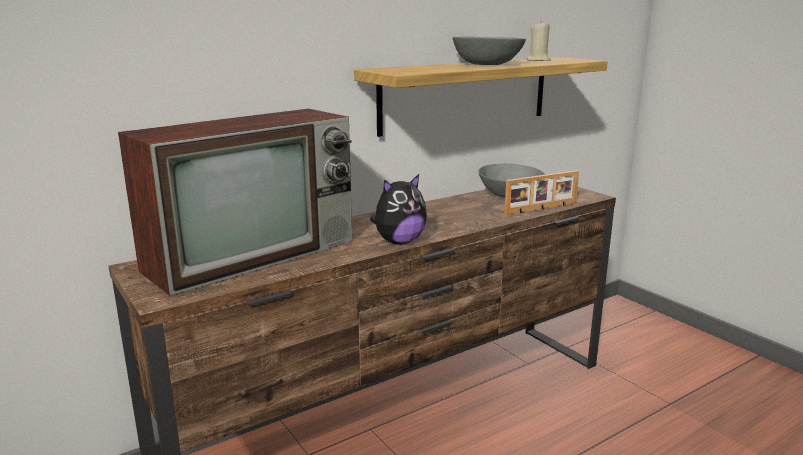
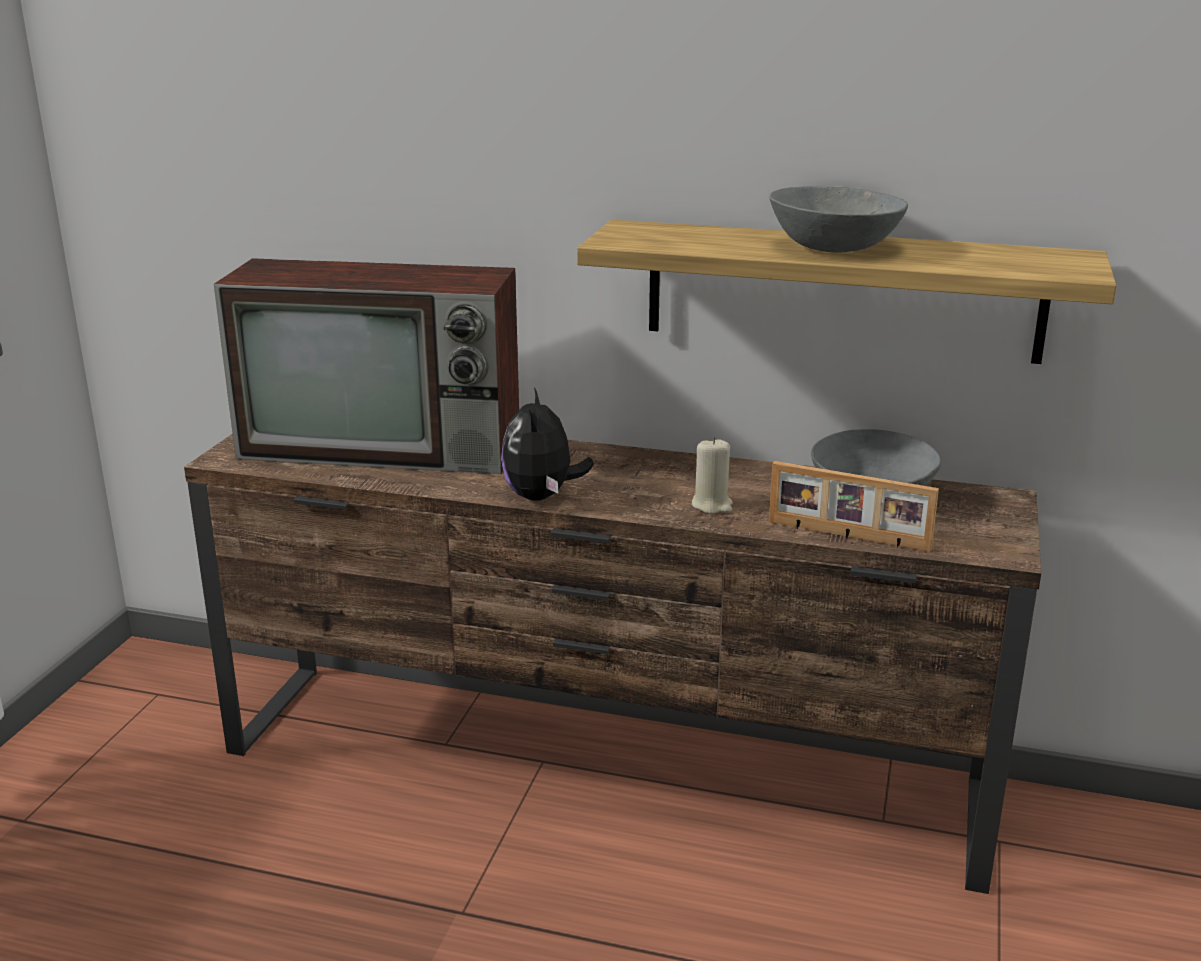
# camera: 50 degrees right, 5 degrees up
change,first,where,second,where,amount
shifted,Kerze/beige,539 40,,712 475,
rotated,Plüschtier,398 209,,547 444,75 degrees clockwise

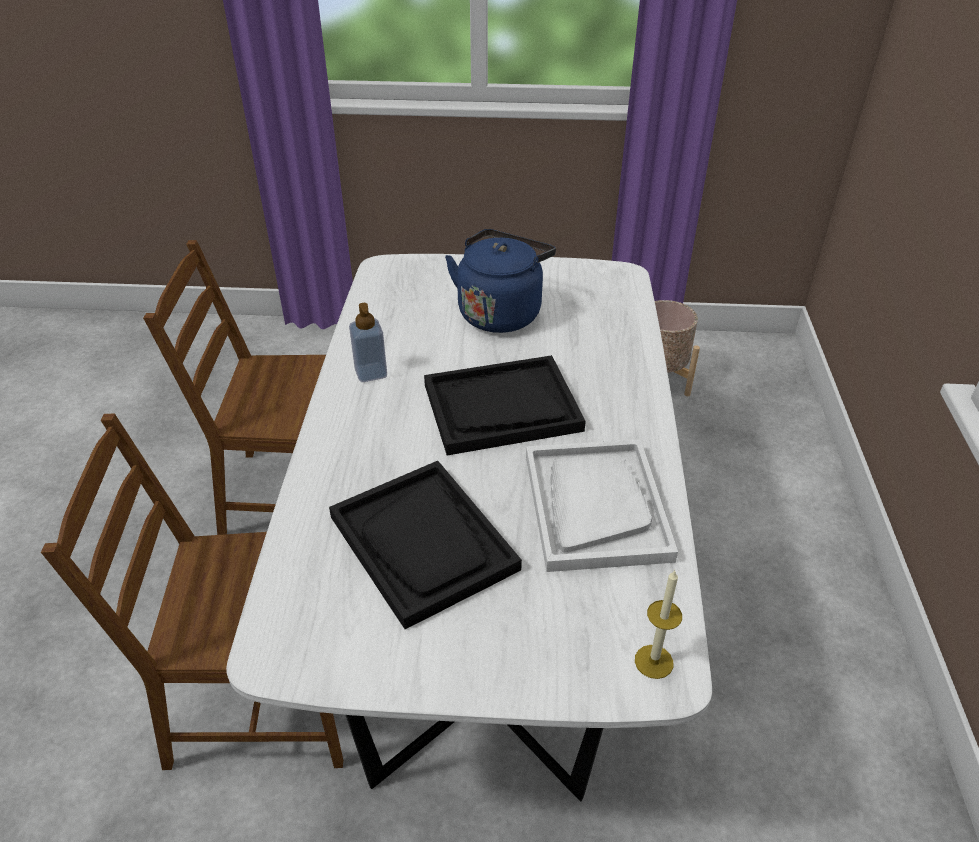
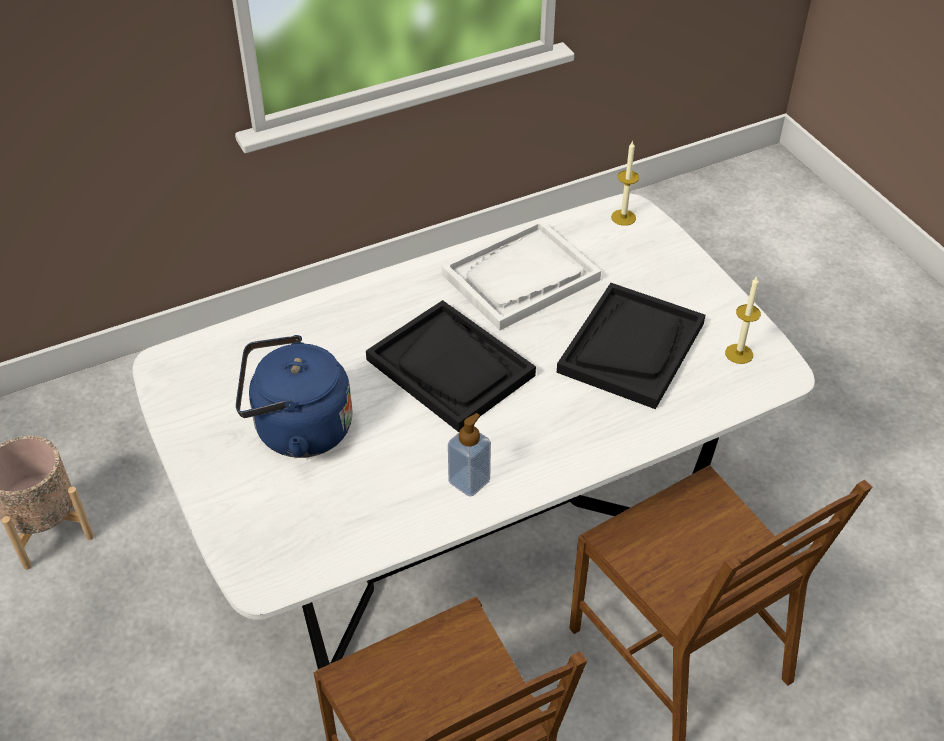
# camera: 120 degrees left, 5 degrees up
change,first,where,second,where,amount
new,,,Kerze,743 320,

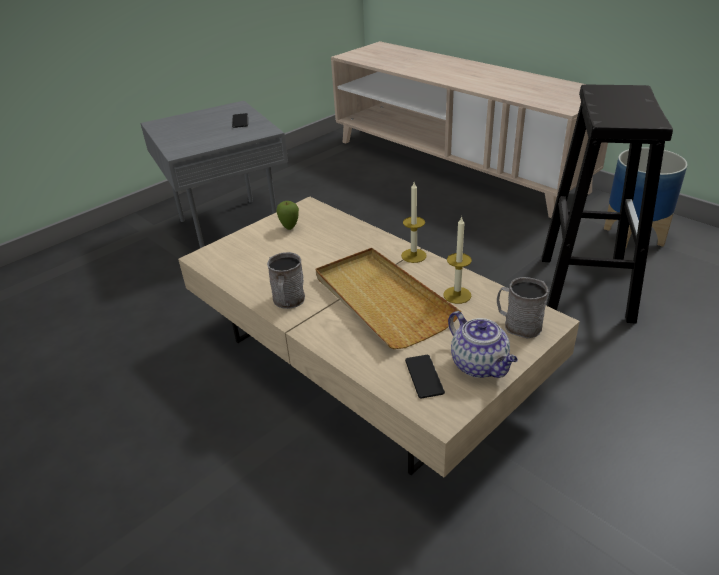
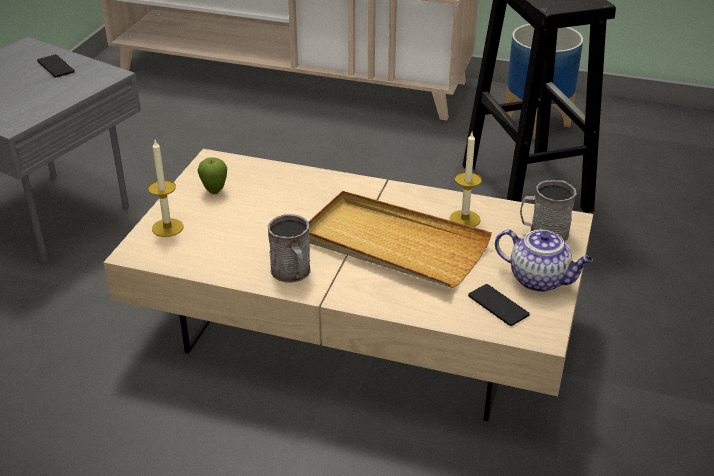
# camera: 30 degrees left, 0 degrees up
change,first,where,second,where,amount
shifted,Kerze,414 222,,166 188,

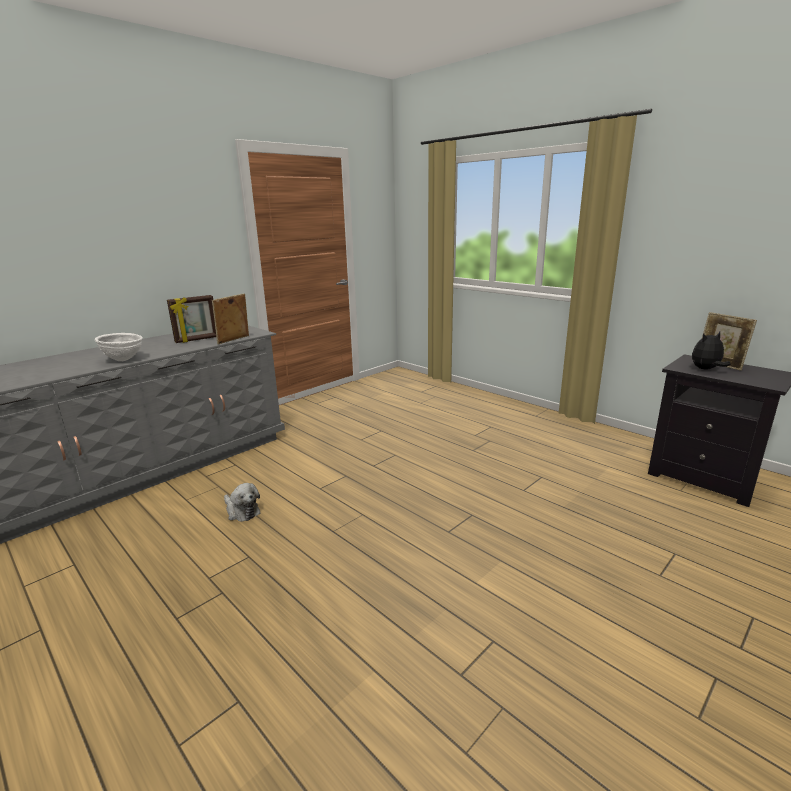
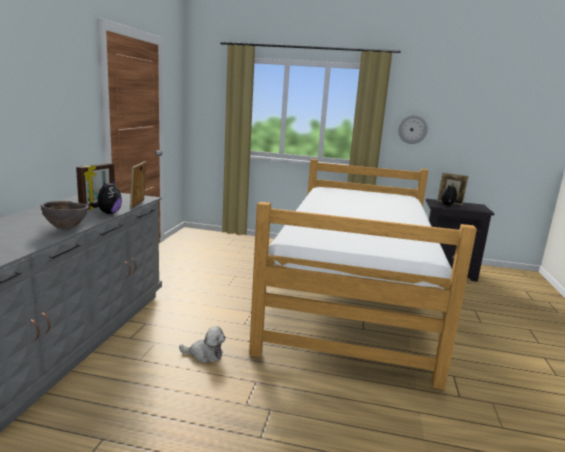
# camera: 35 degrees left, 5 degrees down
change,first,where,second,where,amount
new,,,Plüschtier,106 197,
new,,,Bett,363 274,
new,,,Wanduhr,413 129,
repainted,Schüssel/weiß,119 347,Schüssel/braun,64 215,

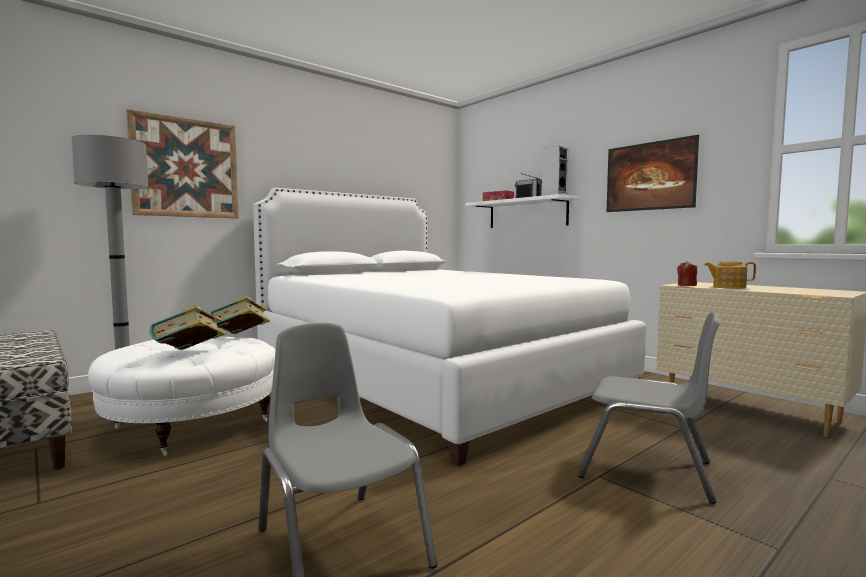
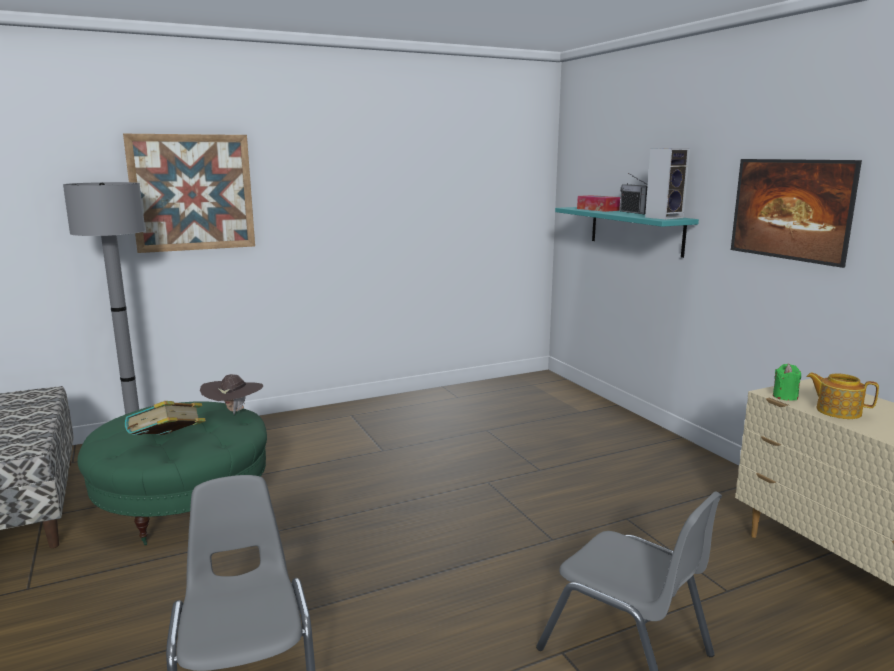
# camera: 15 degrees right, 10 degrees up
change,first,where,second,where,amount
gone,Bett/weiß,449 327,,,
swapped,Buch,240 315,Hut/braun,231 394,
repainted,Polsterhocker/weiß,182 396,Polsterhocker/grün,172 473,
repainted,Wandregal/weiß,521 211,Wandregal/türkis,627 232,
repainted,Kerze/rot,687 273,Kerze/grün,787 382,

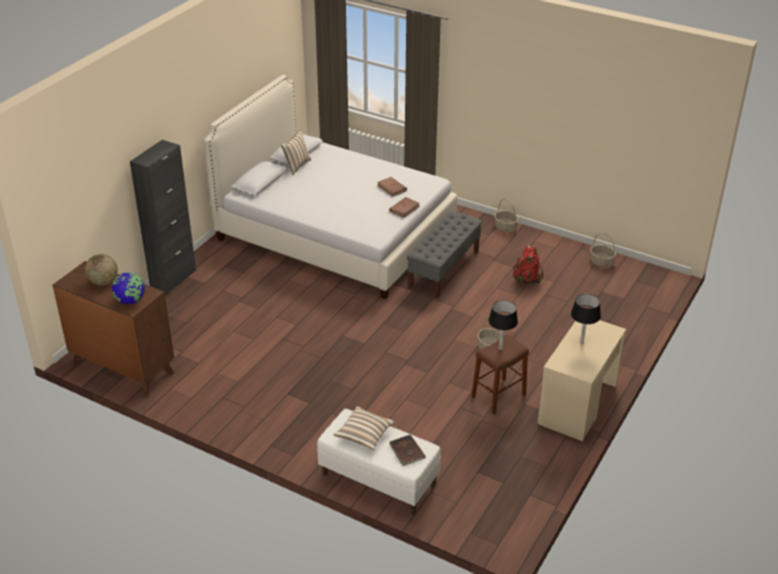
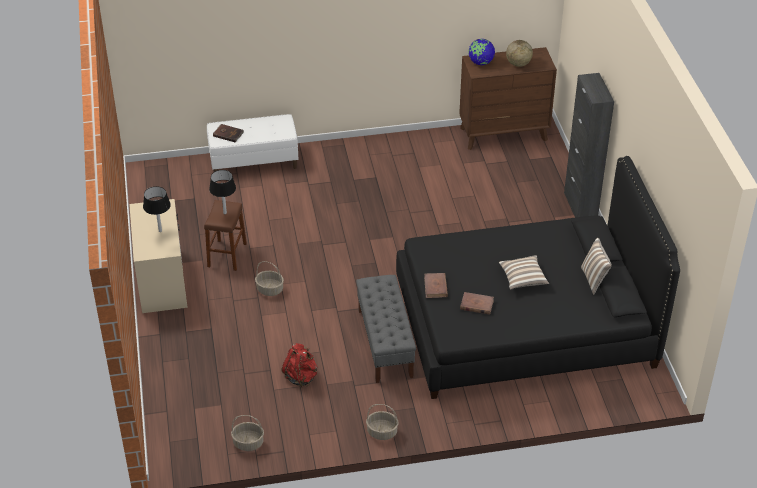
# camera: 140 degrees right, 5 degrees up
change,first,where,second,where,amount
shifted,Kissen,364 428,,524 272,
repainted,Bett/weiß,330 187,Bett/schwarz,538 277,

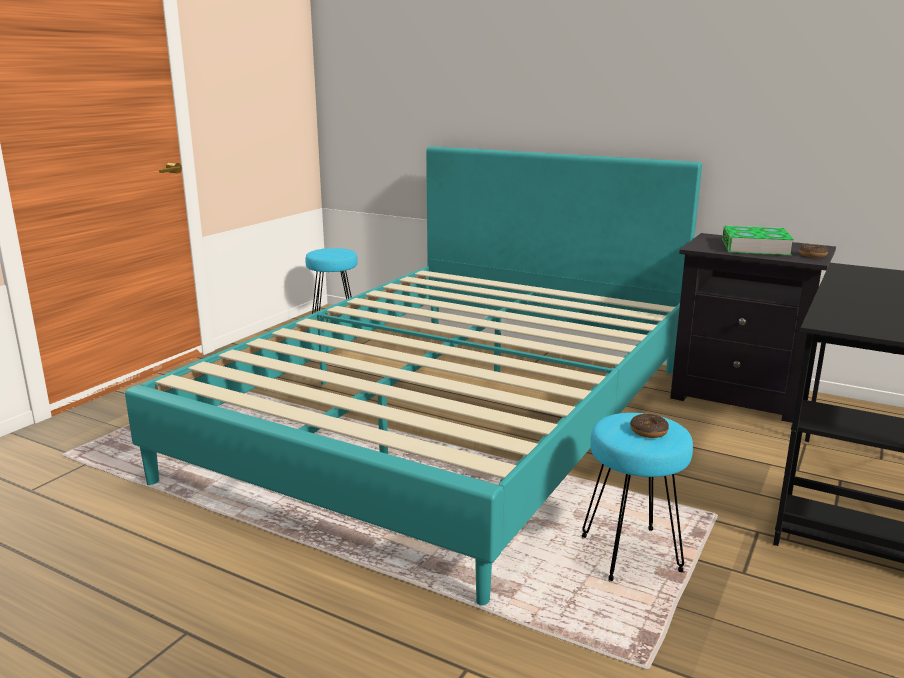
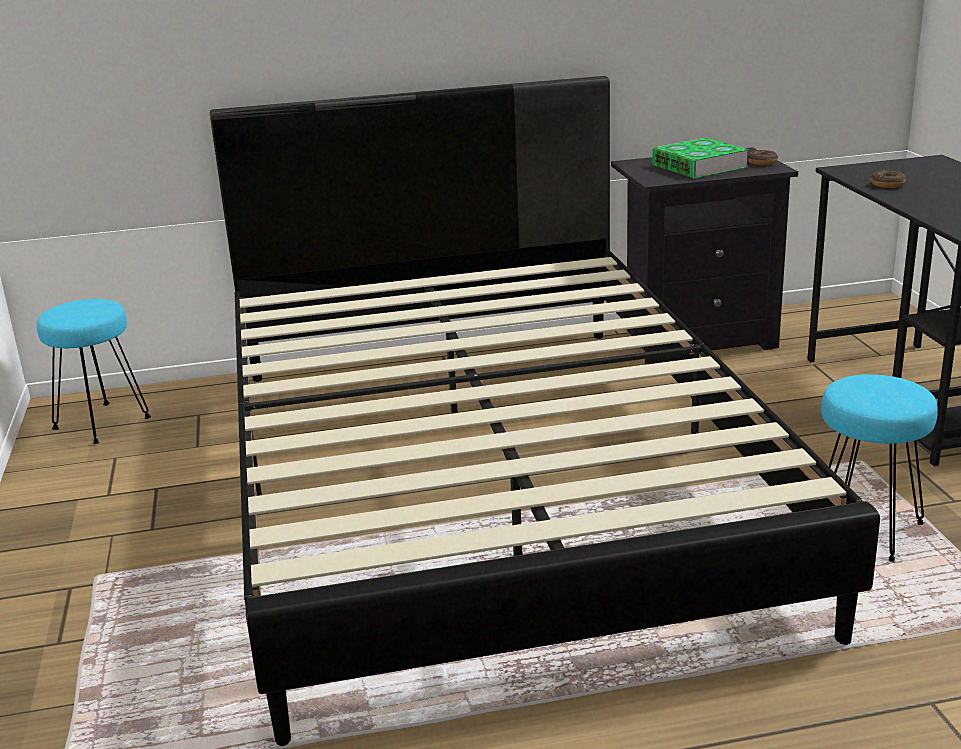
# camera: 40 degrees left, 5 degrees up
change,first,where,second,where,amount
shifted,Donut,649 426,,888 179,
repainted,Bett/türkis,413 376,Bett/schwarz,545 411,

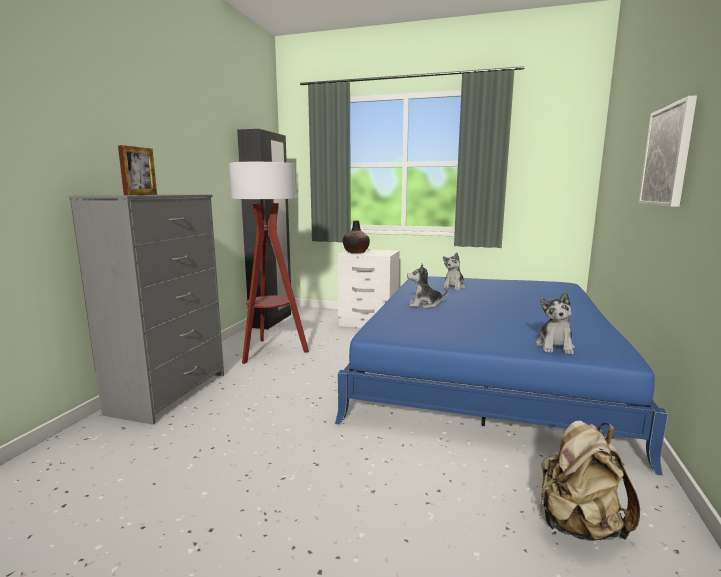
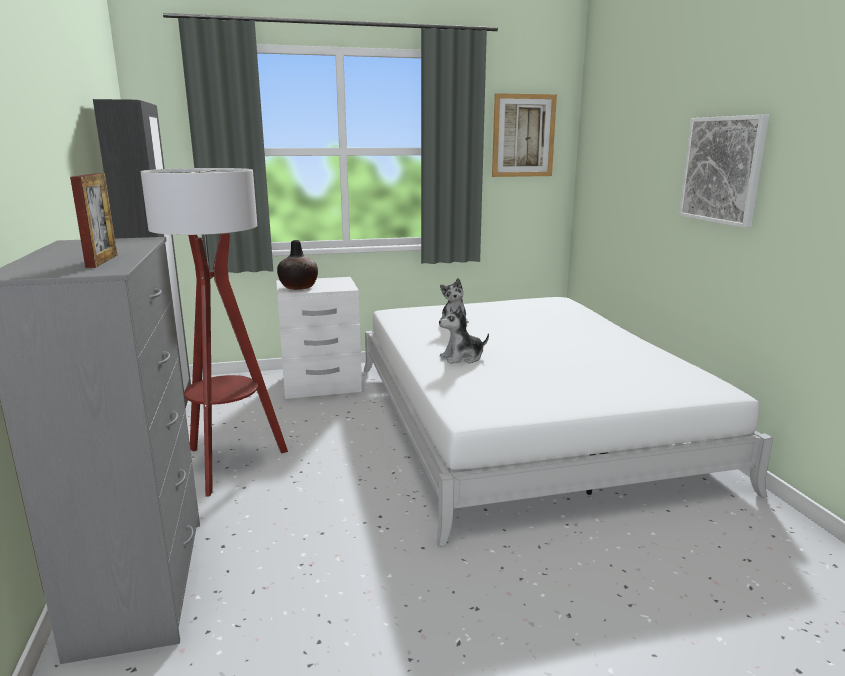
# camera: 30 degrees left, 5 degrees up
change,first,where,second,where,amount
gone,Plüschtier,555 323,,,
gone,Rucksack/beige,589 480,,,
new,,,Bild,524 135,
repainted,Bett/blau,501 376,Bett/weiß,568 422,

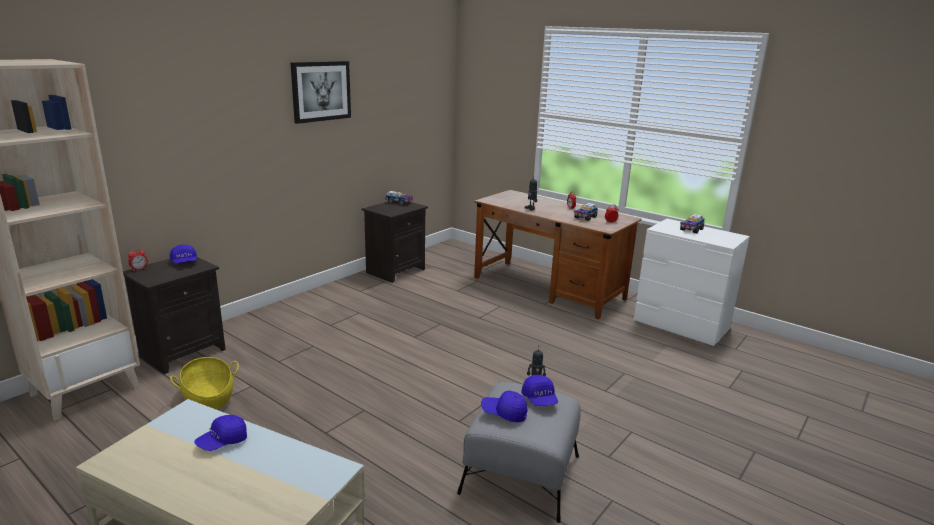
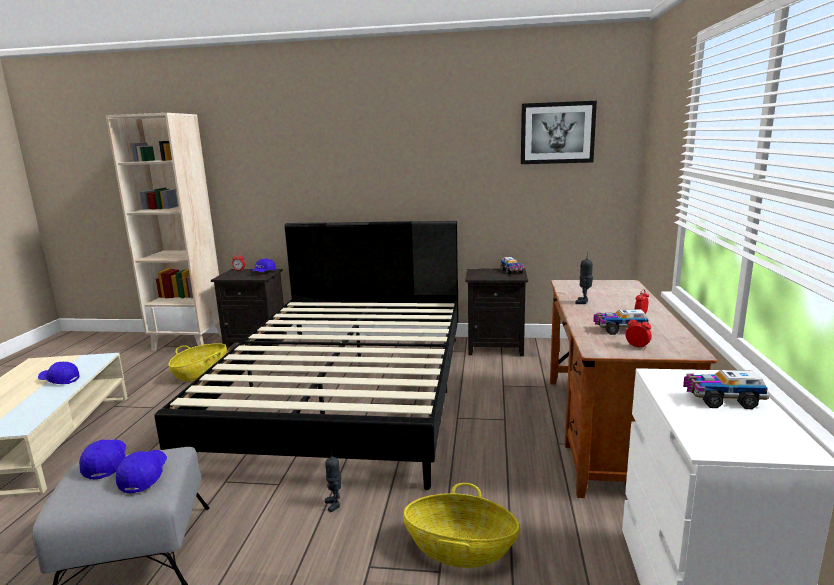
# camera: 60 degrees right, 5 degrees down
change,first,where,second,where,amount
new,,,Bett/schwarz,306 355,
new,,,Korb,461 525,
shifted,Bild,321 92,,559 132,
rotated,Kappe/blau,539 390,,141 471,135 degrees clockwise

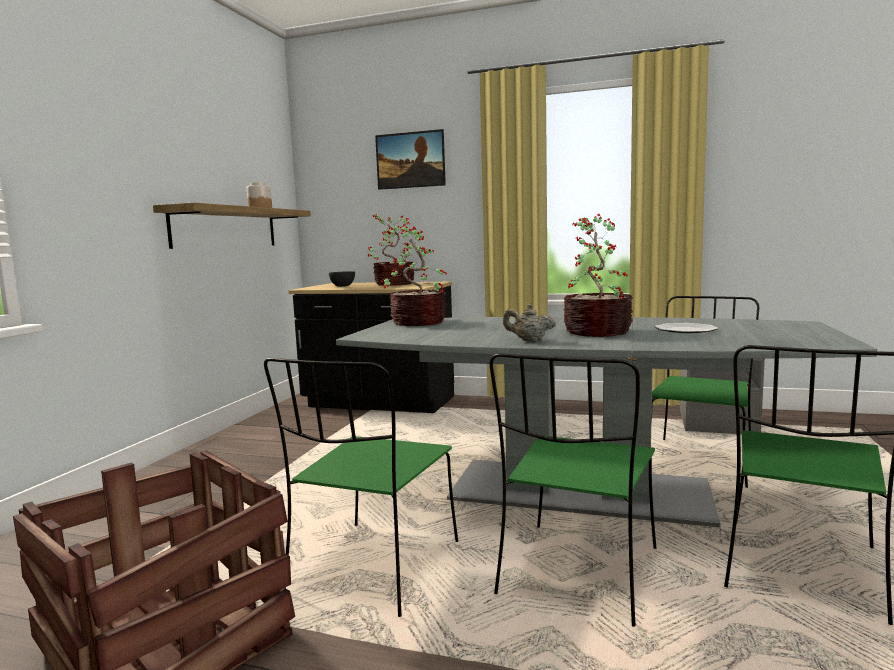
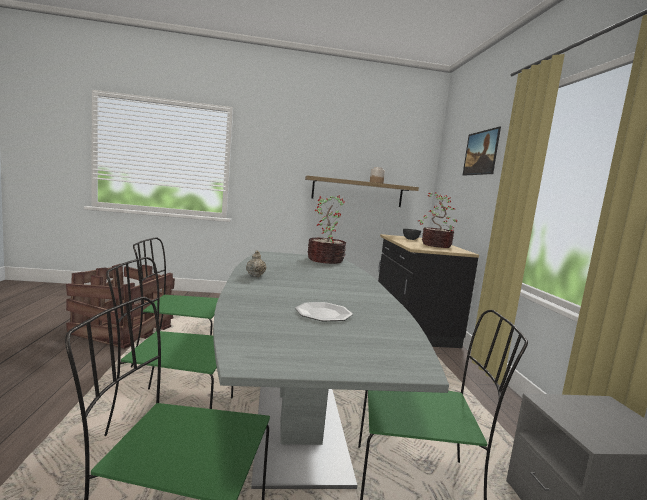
# camera: 65 degrees right, 0 degrees up
change,first,where,second,where,amount
gone,Topfpflanze,598 275,,,

